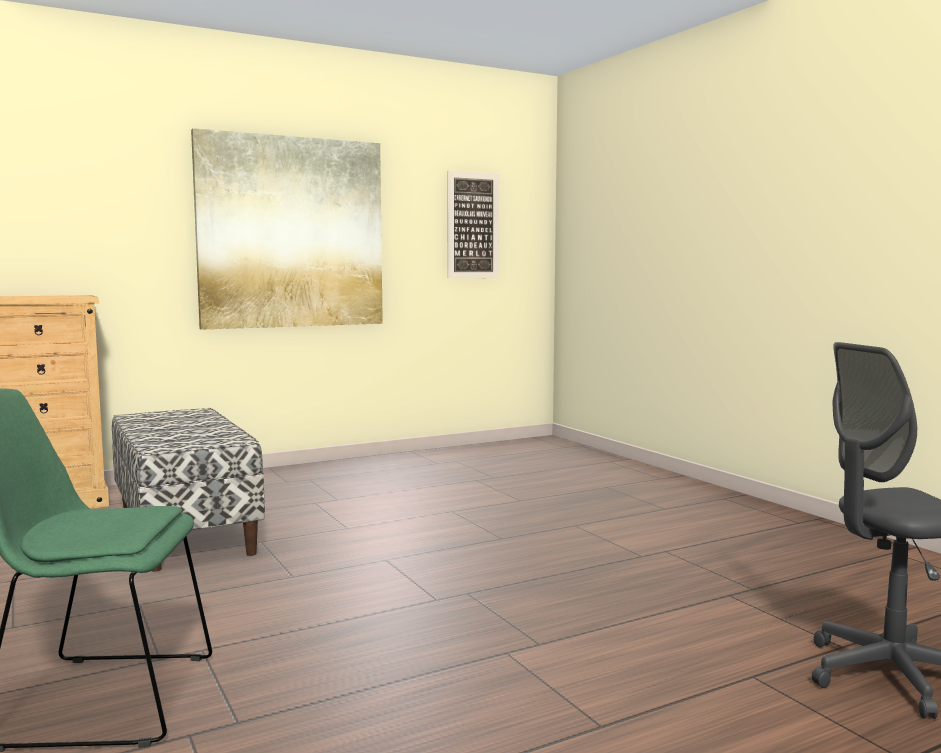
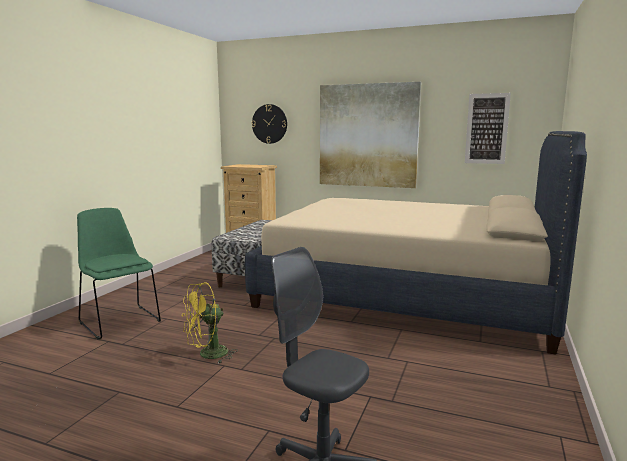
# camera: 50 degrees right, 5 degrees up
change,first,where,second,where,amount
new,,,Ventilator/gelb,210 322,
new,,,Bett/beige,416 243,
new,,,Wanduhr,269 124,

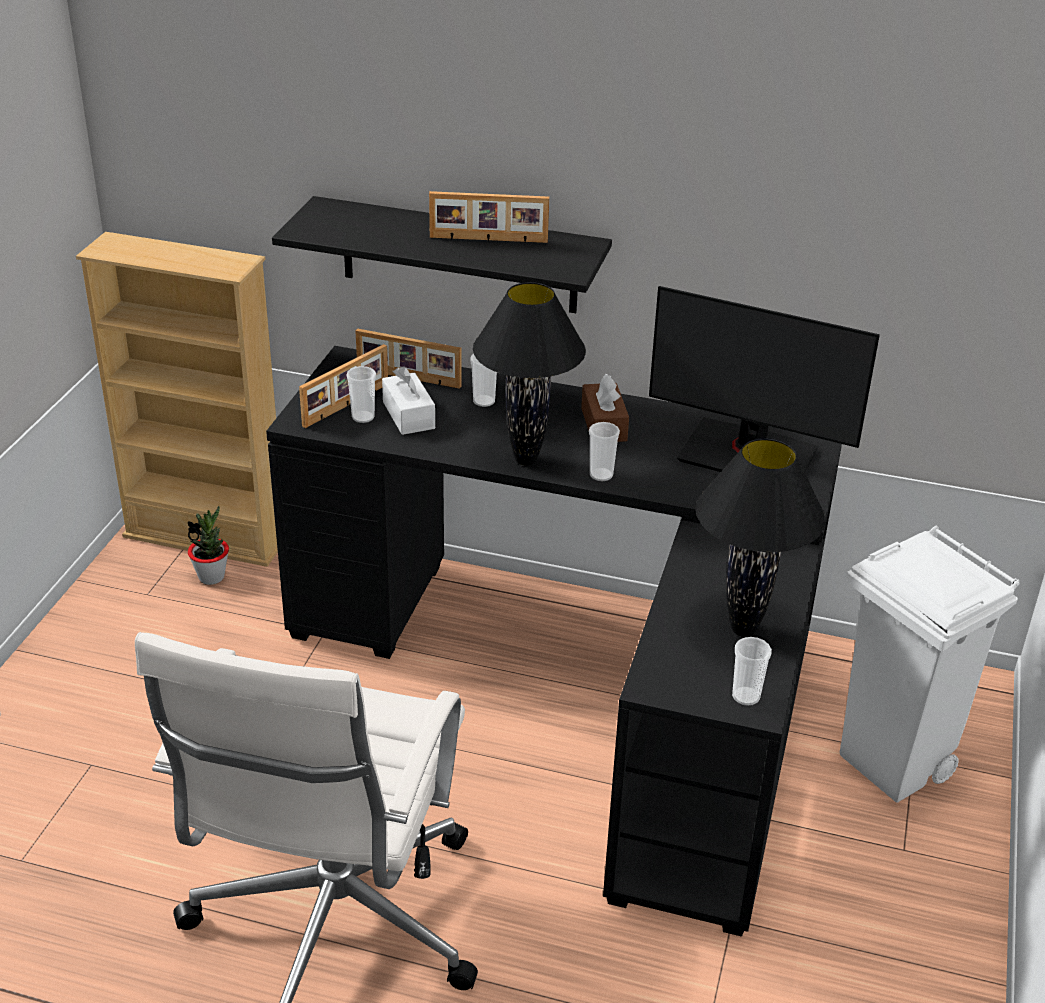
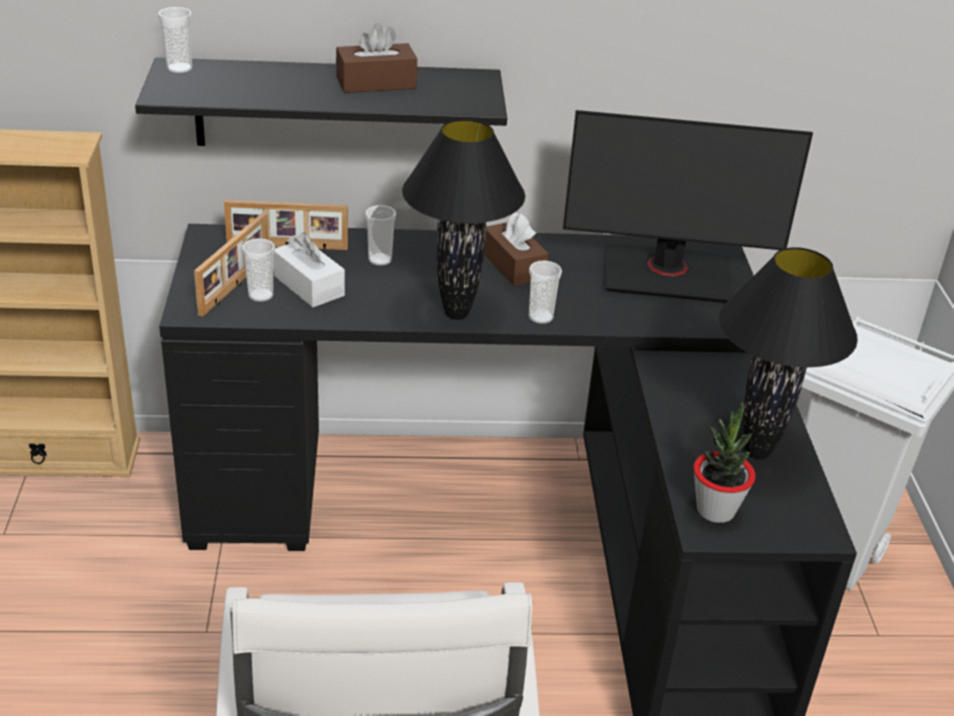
# camera: 20 degrees left, 0 degrees up
change,first,where,second,where,amount
shifted,Topfpflanze,208 545,,724 462,
shifted,Tasse,752 671,,175 40,
swapped,Bilderrahmen,489 217,Taschentuchbox/braun,376 58,

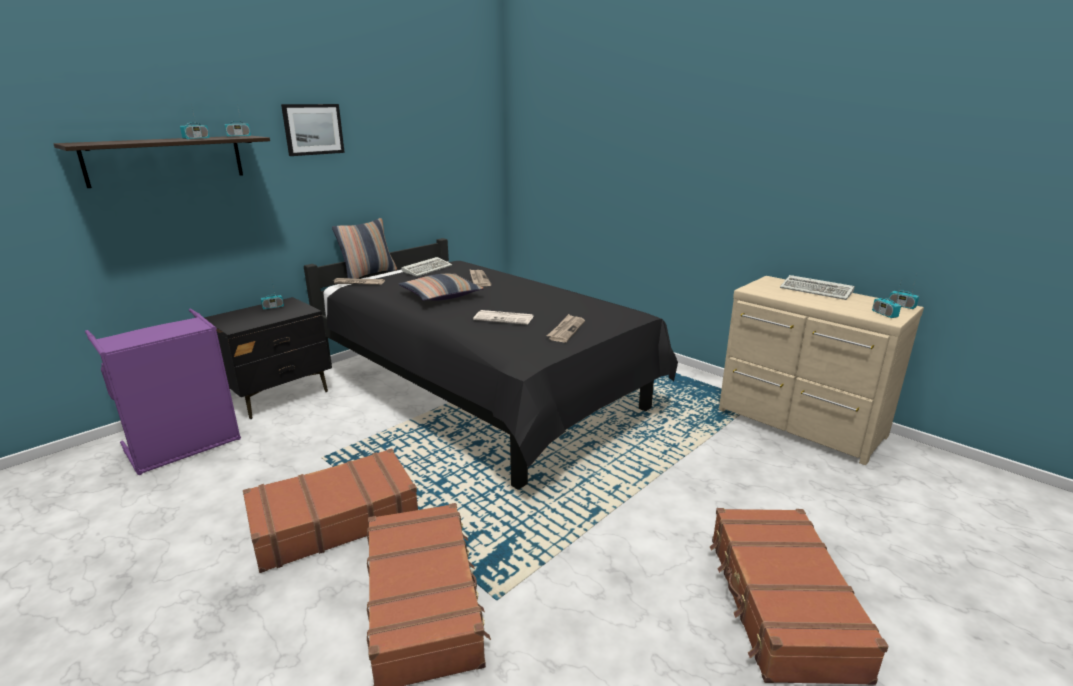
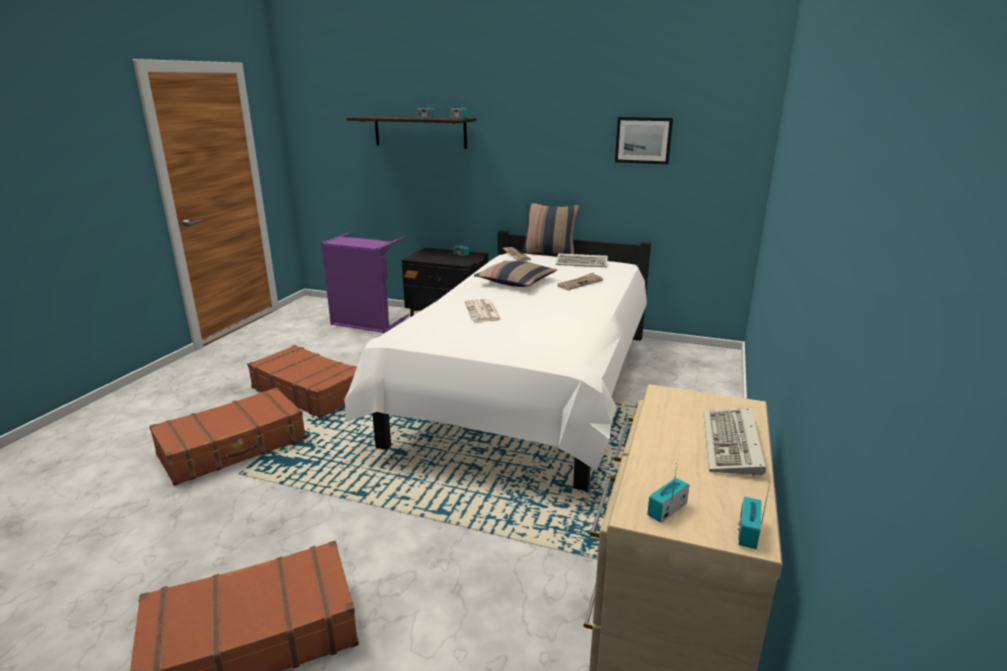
# camera: 65 degrees right, 0 degrees up
change,first,where,second,where,amount
gone,Zeitung,566 328,,,
shifted,Bild,313 130,,644 140,
repainted,Bett/schwarz,491 364,Bett/weiß,497 360,

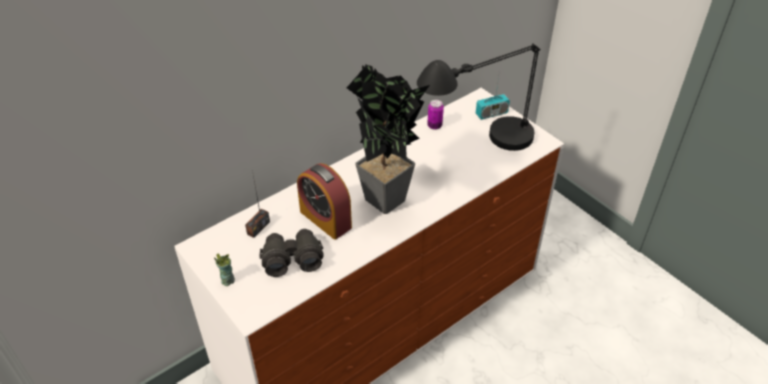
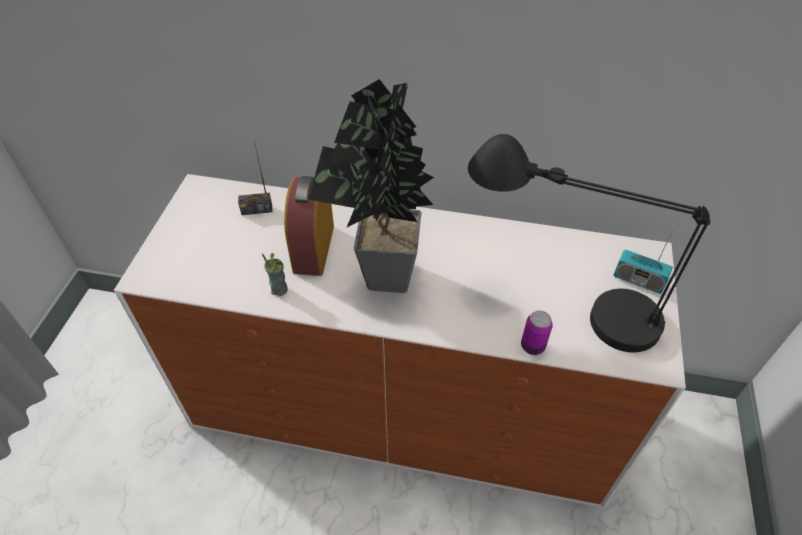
# camera: 50 degrees right, 5 degrees up
change,first,where,second,where,amount
gone,Fernglas/schwarz,291 253,,,
shifted,Tasse,224 269,,275 274,
shifted,Dose,435 115,,537 333,

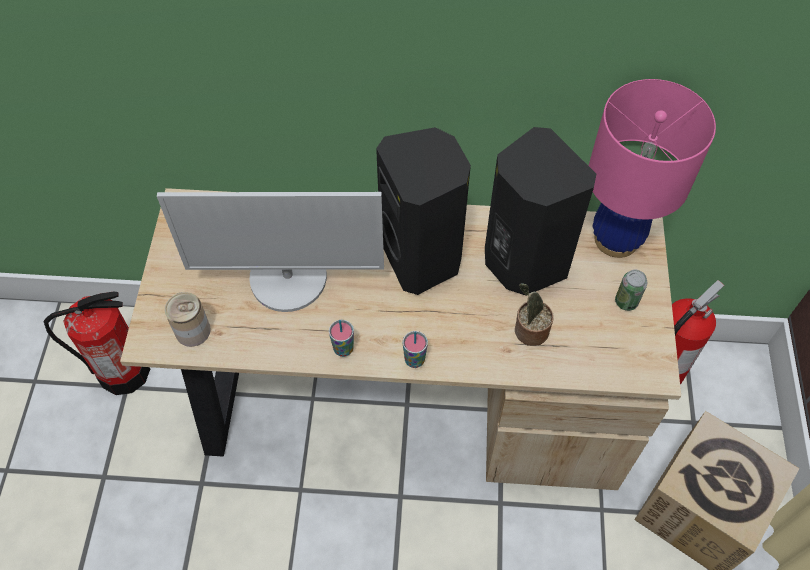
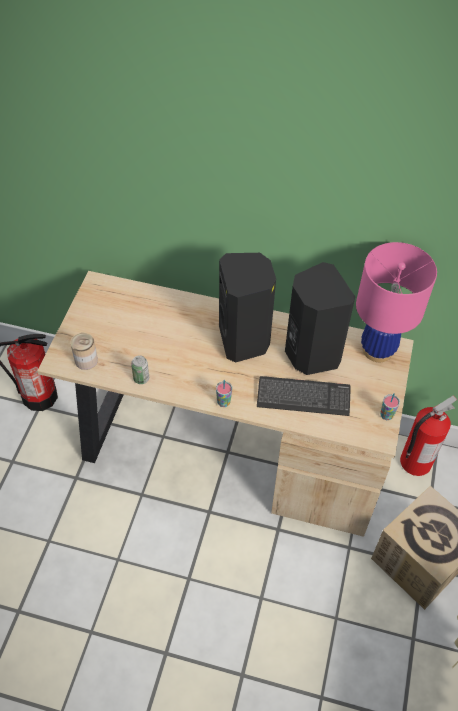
# camera: 10 degrees right, 5 degrees down
change,first,where,second,where,amount
gone,Monitor,270 252,,,
shifted,Tasse,341 338,,390 406,
shifted,Dose,631 290,,140 369,
swapped,Topfpflanze,534 314,Tastatur,304 396,

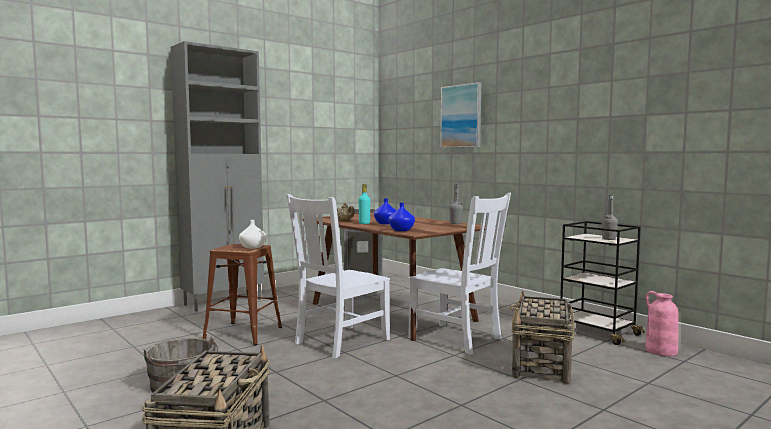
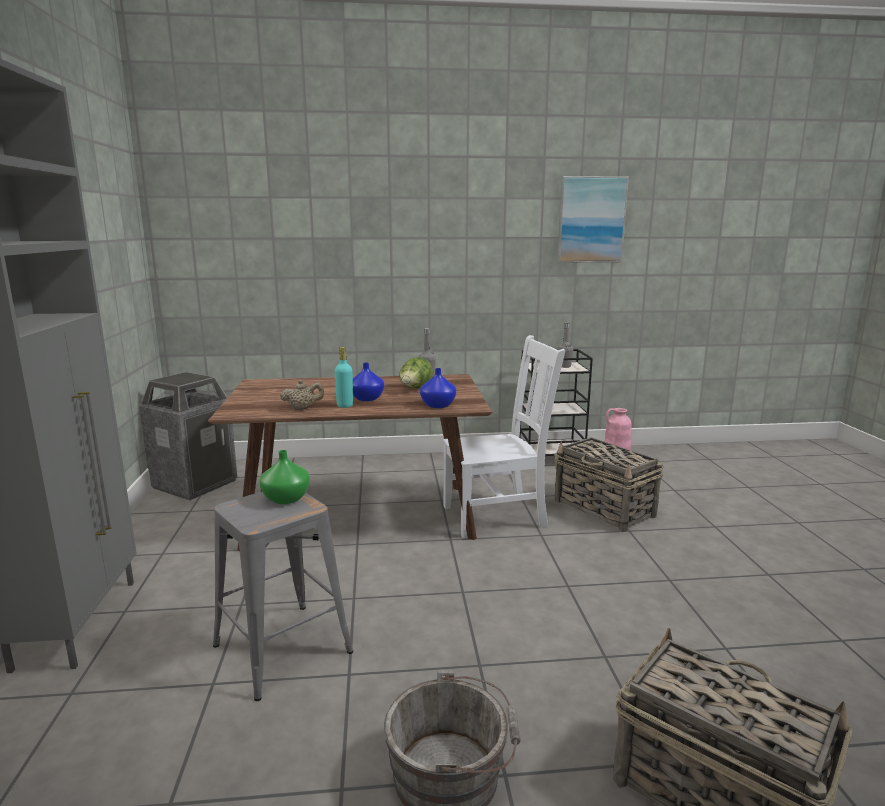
# camera: 55 degrees left, 10 degrees up
change,first,where,second,where,amount
gone,Stuhl/weiß,338 276,,,
new,,,Salatkopf,416 373,
shifted,Bild,460 115,,593 219,
repainted,Hocker/braun,242 295,Hocker/grau,283 596,
repainted,Vase/weiß,252 234,Vase/grün,284 477,

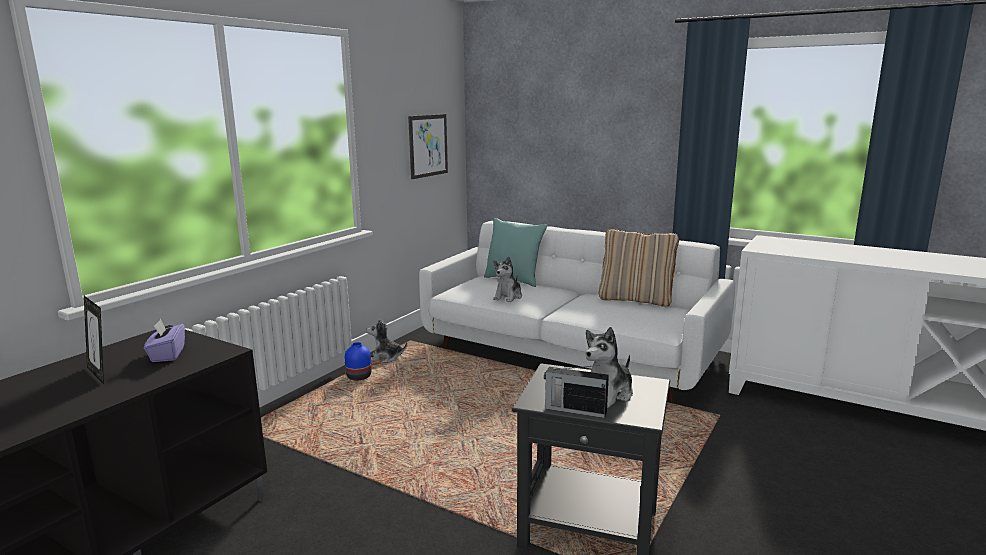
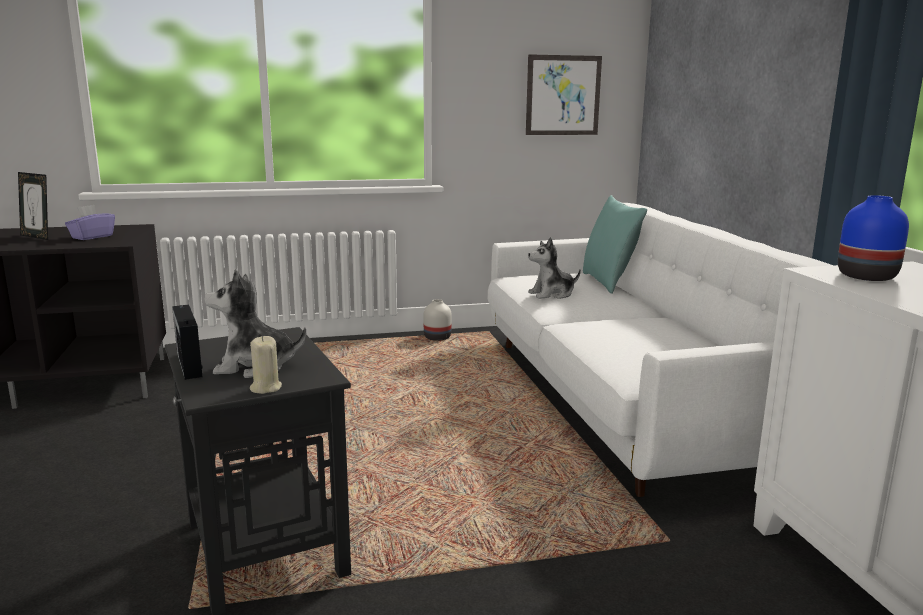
# camera: 45 degrees right, 0 degrees up
change,first,where,second,where,amount
gone,Kissen/beige,638 268,,,
new,,,Kerze/beige,266 365,
shifted,Vase/blau,358 361,,873 238,
swapped,Plüschtier,387 340,Vase/weiß,438 320,
rotated,Bilderrahmen,94 340,,33 206,60 degrees counterclockwise

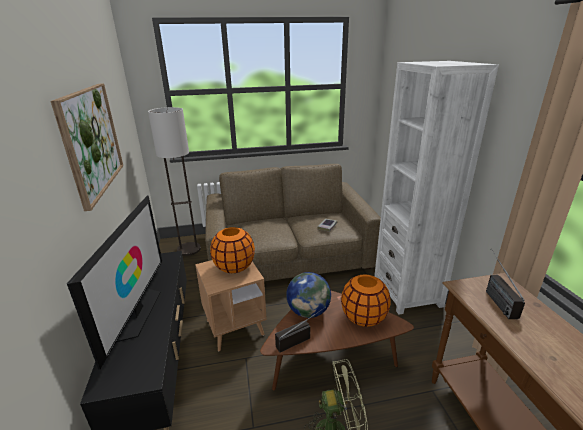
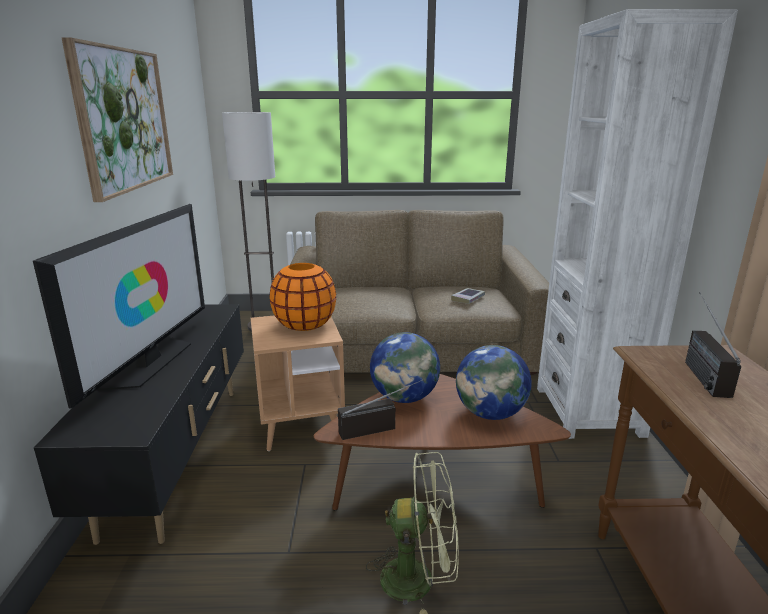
# camera: 10 degrees right, 5 degrees down
change,first,where,second,where,amount
swapped,Vase/orange,366 301,Globus,494 382,

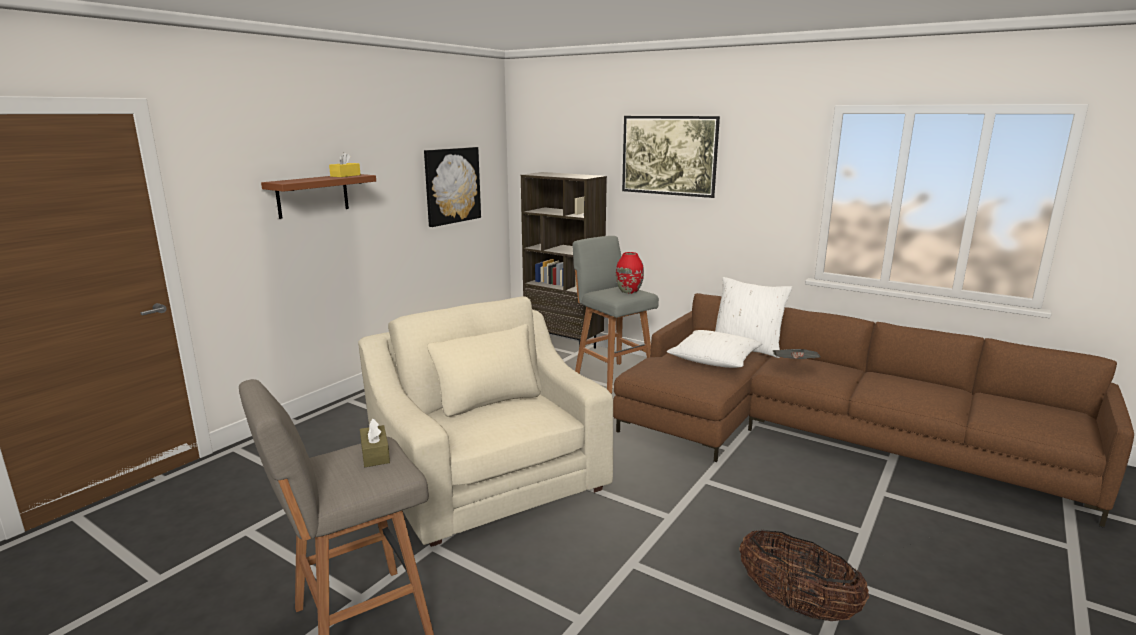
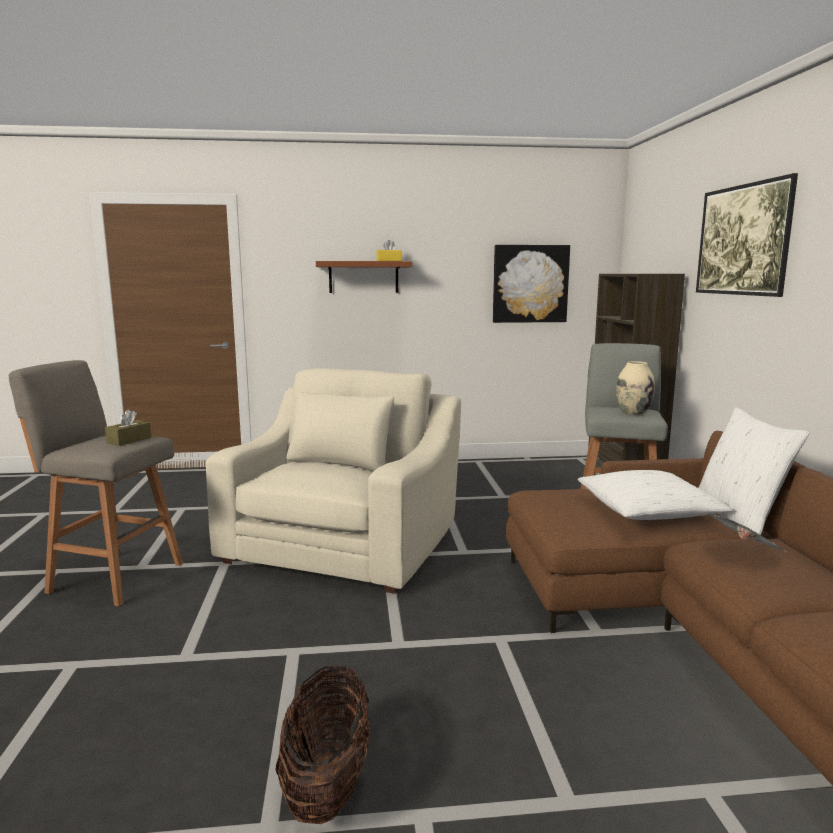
# camera: 50 degrees right, 5 degrees down
change,first,where,second,where,amount
repainted,Vase/rot,630 273,Vase/beige,635 388,

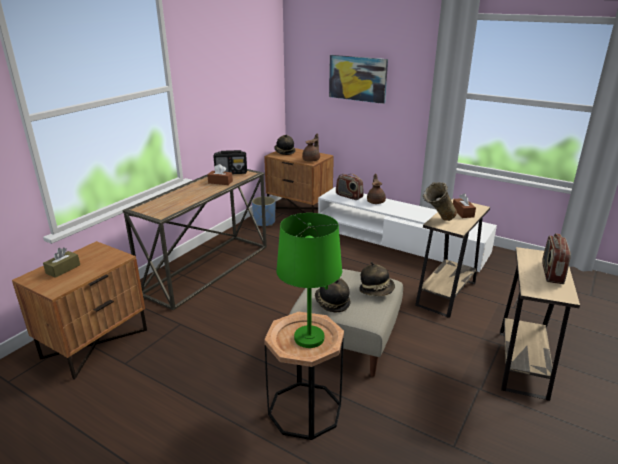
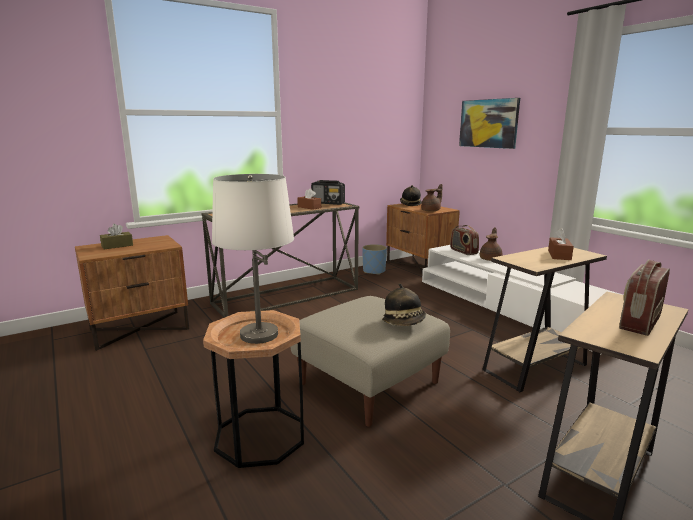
# camera: 25 degrees right, 10 degrees down
change,first,where,second,where,amount
gone,Hut,332 295,,,
gone,Vase/beige,440 201,,,
repainted,Tischlampe/grün,309 280,Tischlampe/weiß,253 259,

